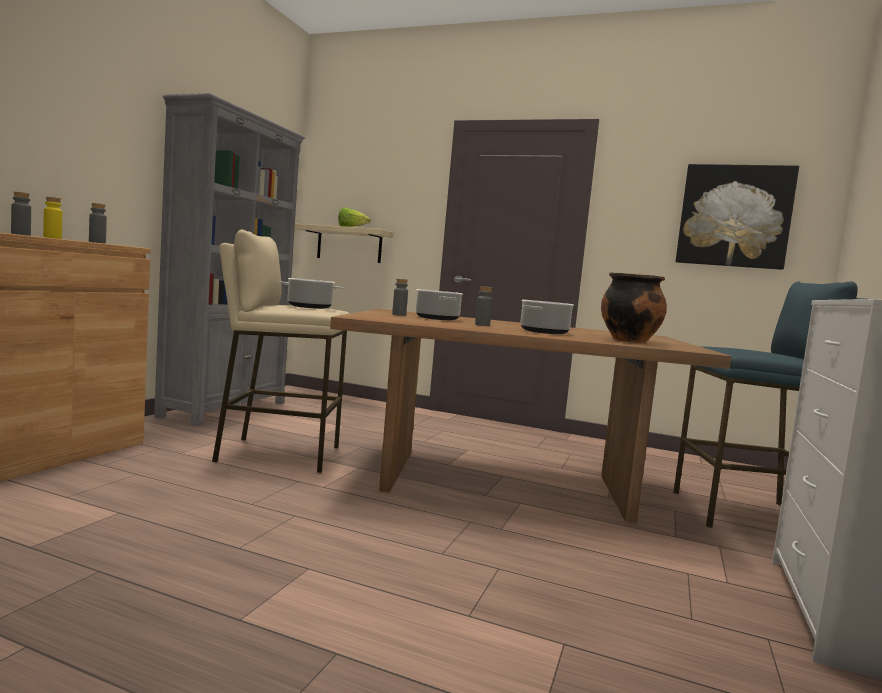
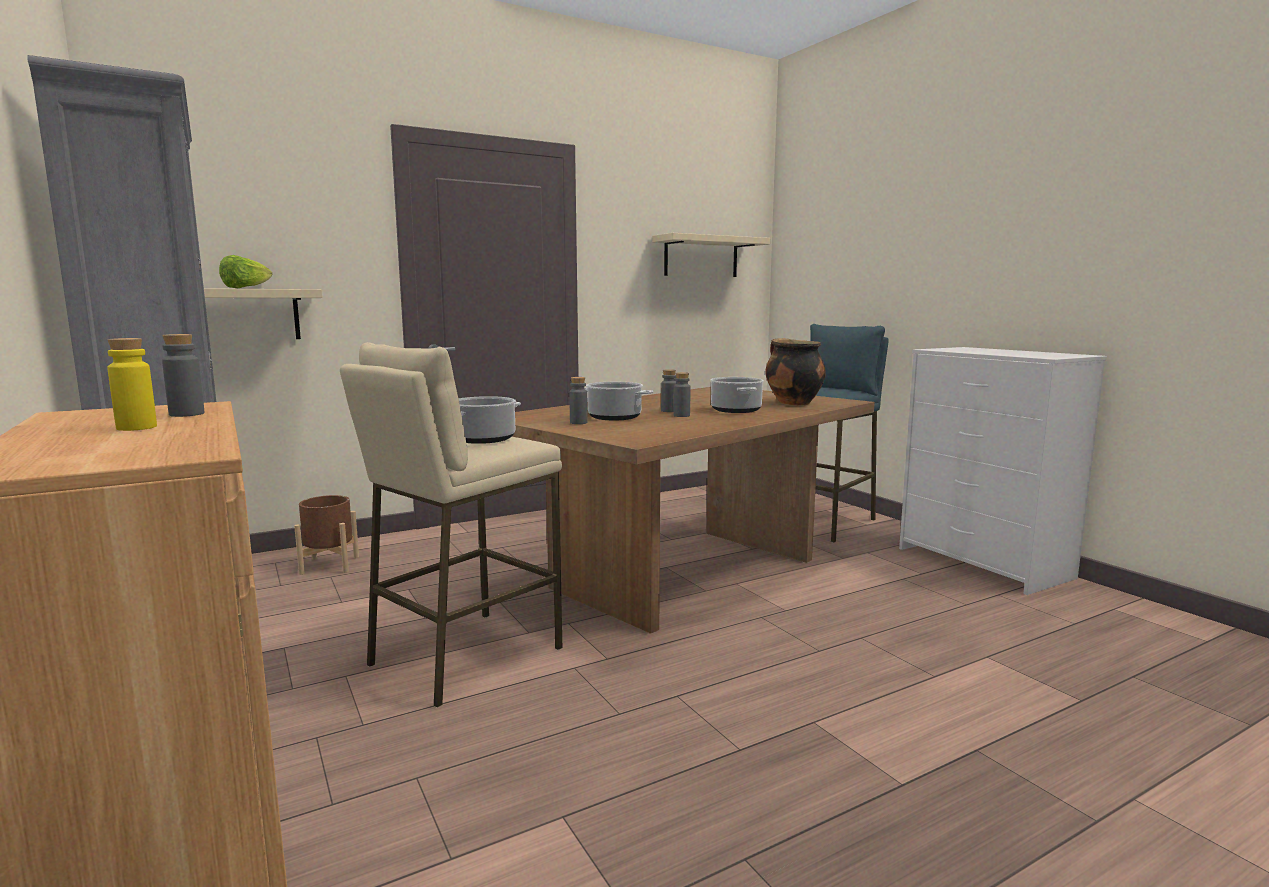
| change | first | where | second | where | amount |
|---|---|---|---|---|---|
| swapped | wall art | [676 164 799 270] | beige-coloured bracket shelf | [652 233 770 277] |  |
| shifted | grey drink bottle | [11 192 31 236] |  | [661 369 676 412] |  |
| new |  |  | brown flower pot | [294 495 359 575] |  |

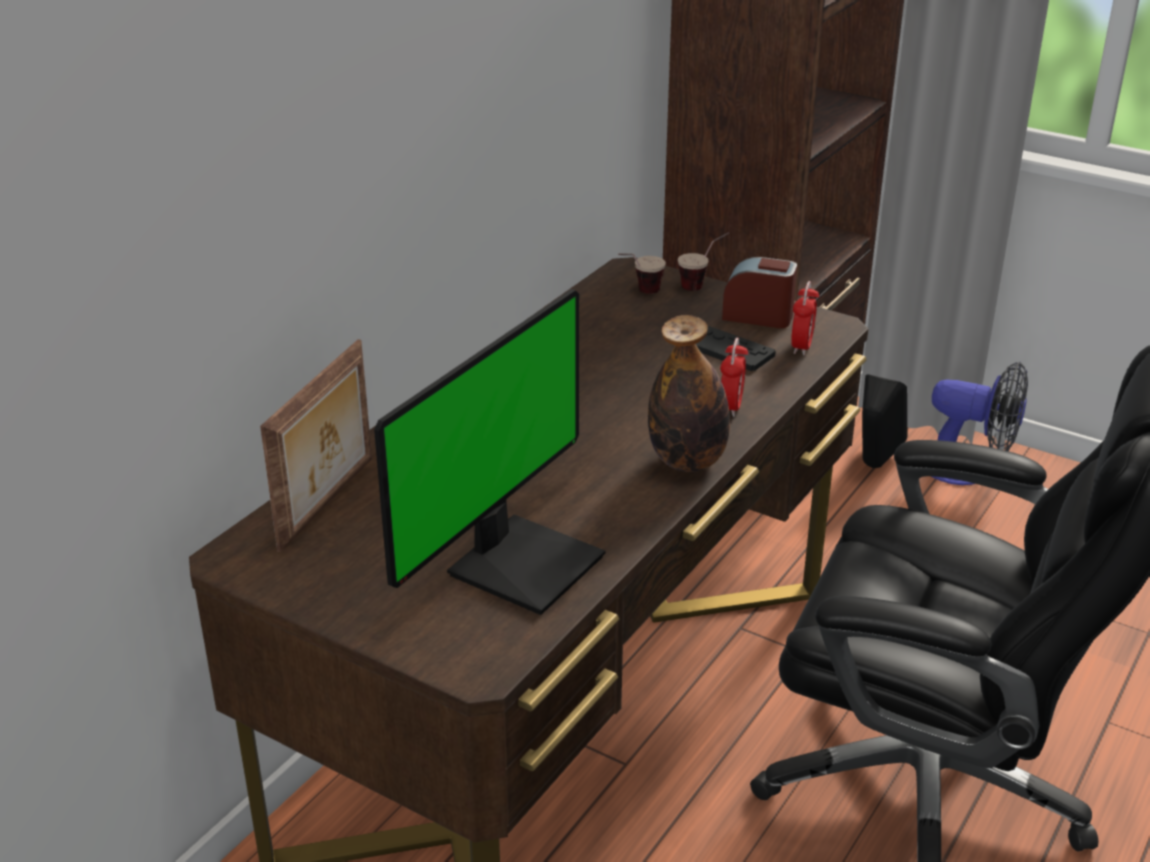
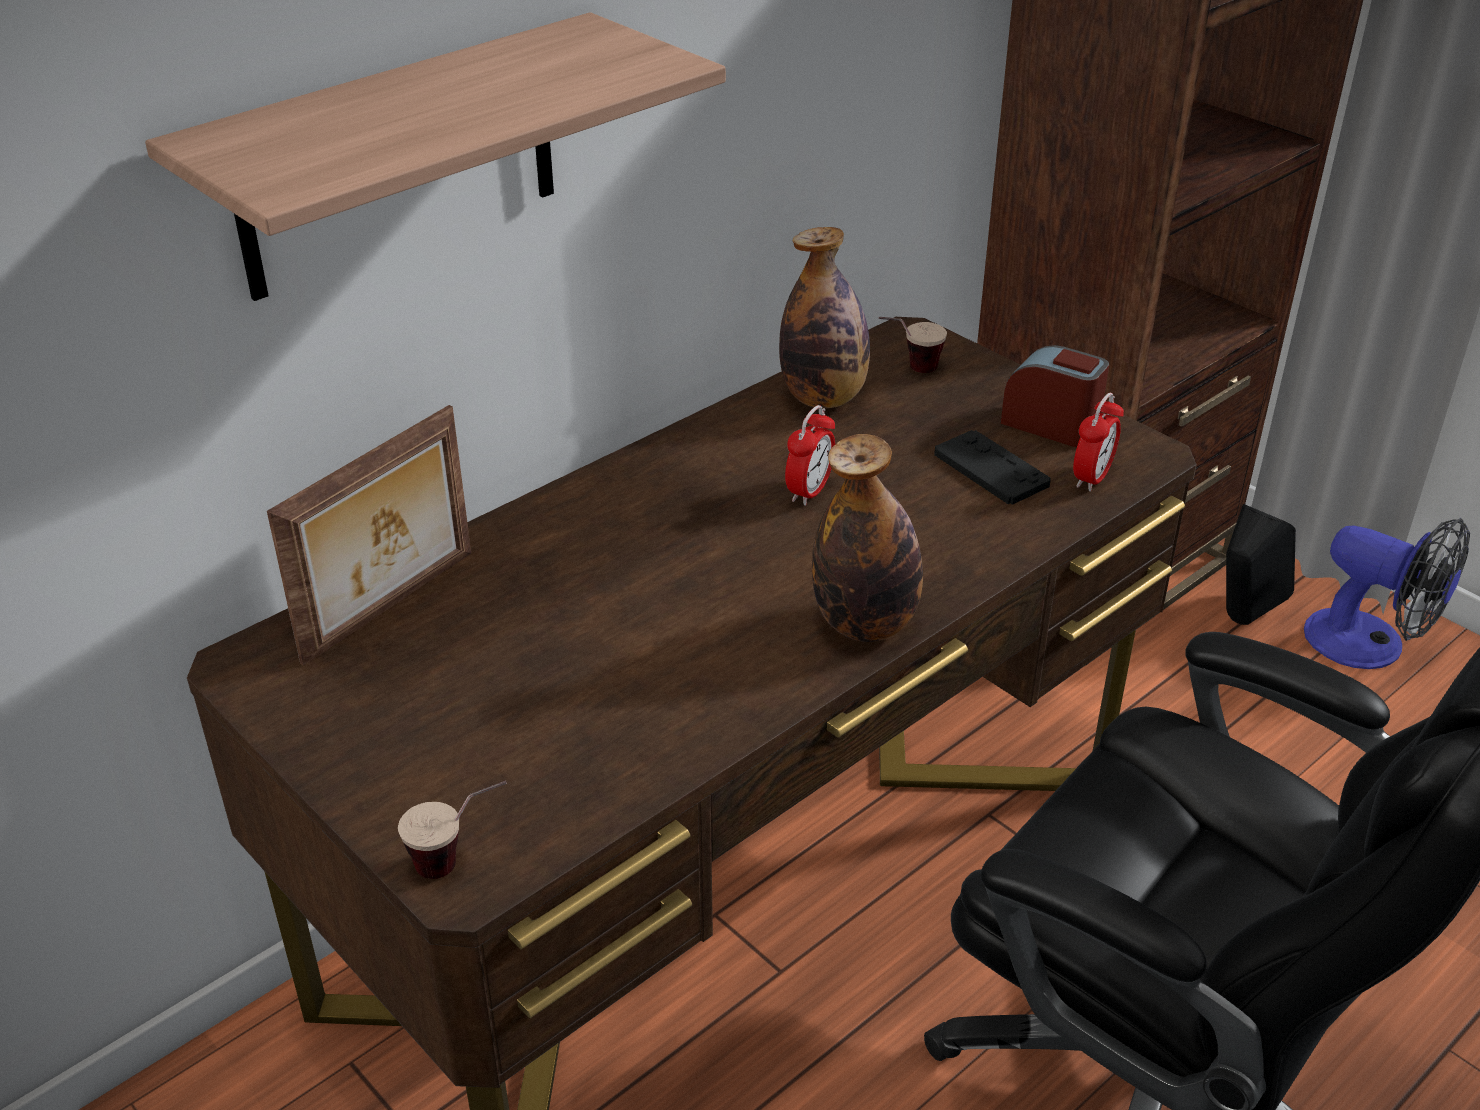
| change | first | where | second | where | amount |
|---|---|---|---|---|---|
| shifted | small cup | [678 232 729 291] |  | [398 781 507 879] |  |
| gone | computer screen | [374 289 605 615] |  |  |  |
| shifted | alarm clock | [720 338 748 417] |  | [785 405 835 506] |  |
| new |  |  | bracket shelf | [145 12 726 301] |  |
| new |  |  | drink bottle | [779 227 870 408] |  |

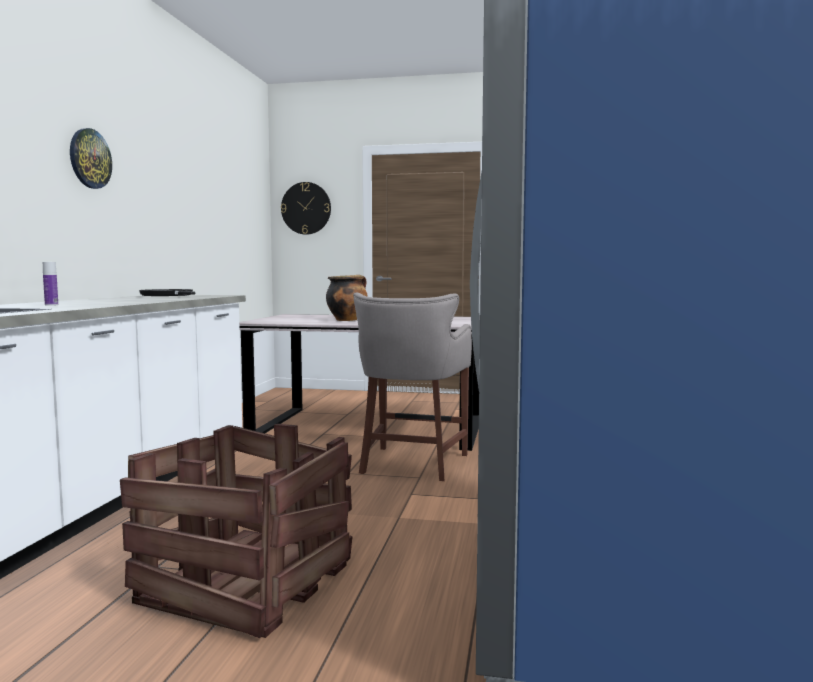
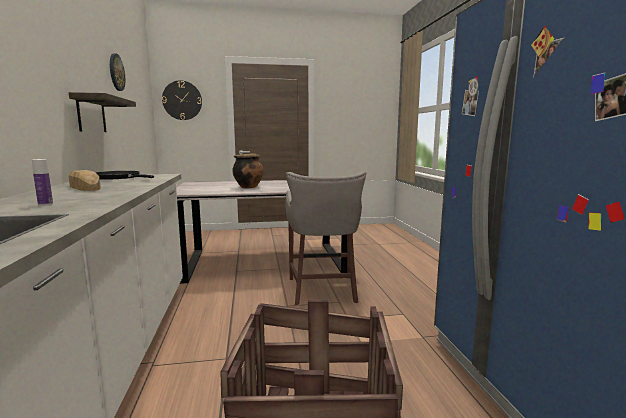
| change | first | where | second | where | amount |
|---|---|---|---|---|---|
| shifted | wall clock | [70 128 112 189] |  | [110 53 125 91] |  |
| new |  |  | bracket shelf | [69 92 136 132] |  |
| new |  |  | baked bread | [68 170 101 191] |  |

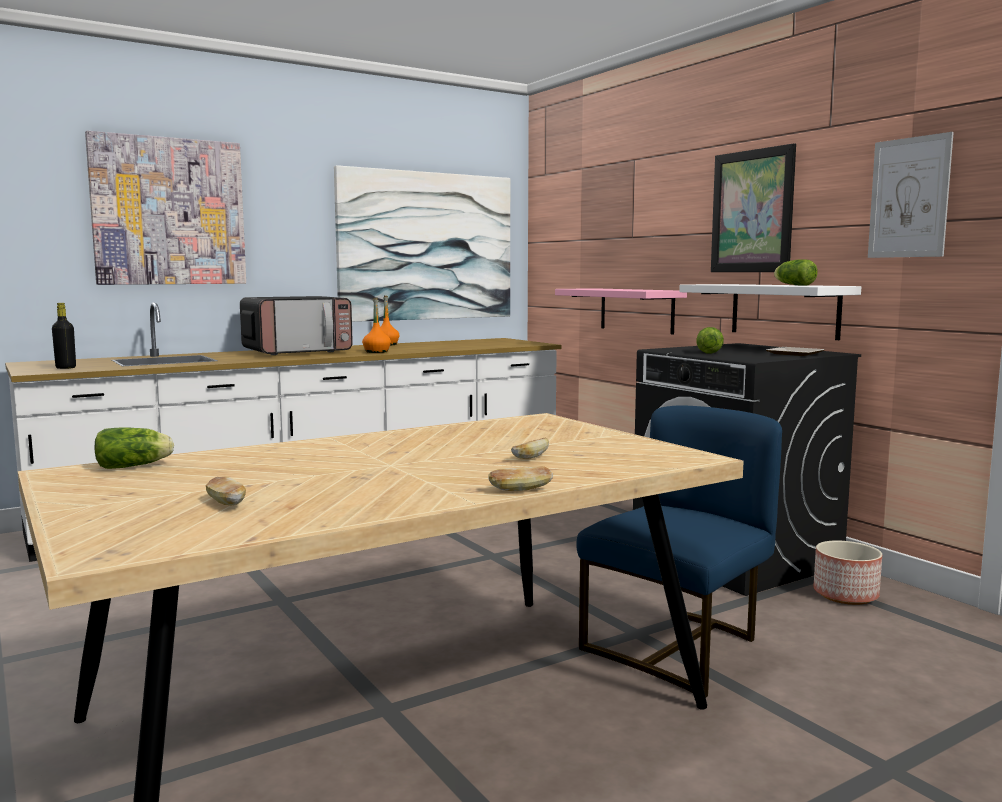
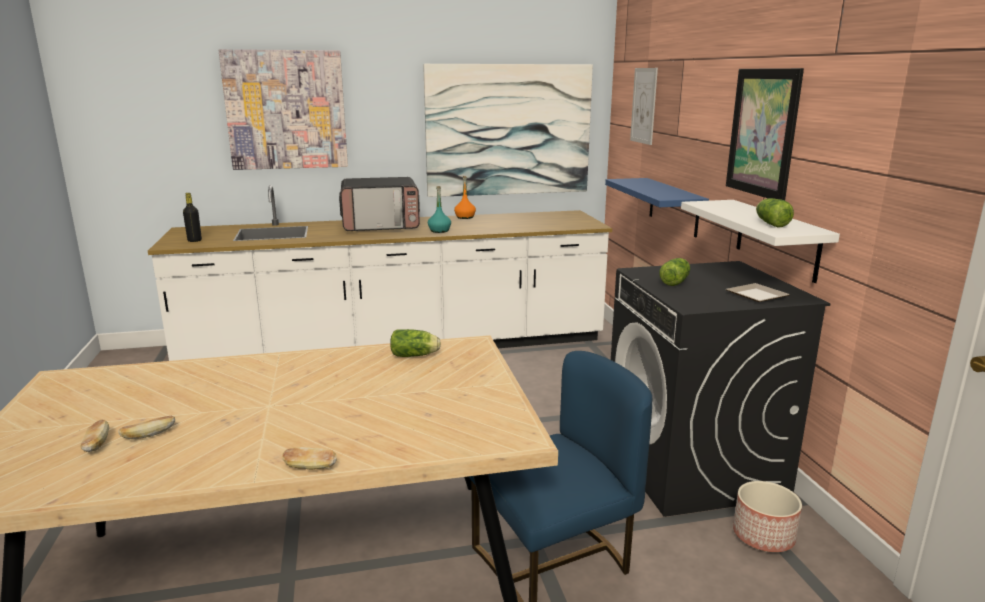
| change | first | where | second | where | amount |
|---|---|---|---|---|---|
| shifted | wall art | [868 132 954 258] |  | [630 68 658 145] |  |
| repainted | pink-coloured bracket shelf | [555 288 687 334] | bluish bracket shelf | [605 178 709 237] |  |
| repainted | orange drink bottle | [362 298 391 353] | turquoise drink bottle | [428 186 451 233] |  |
| shifted | head of lettuce | [94 427 174 469] |  | [390 329 441 357] |  |
| shifted | baked bread | [511 438 549 459] |  | [118 415 175 439] |  |

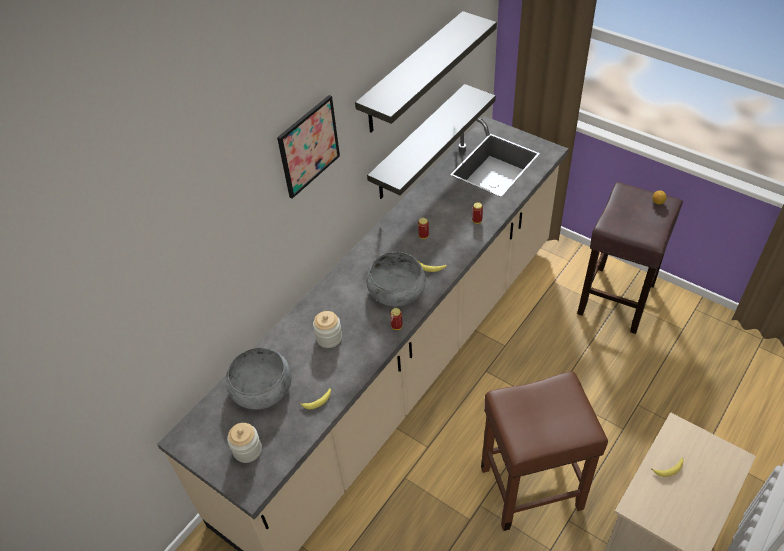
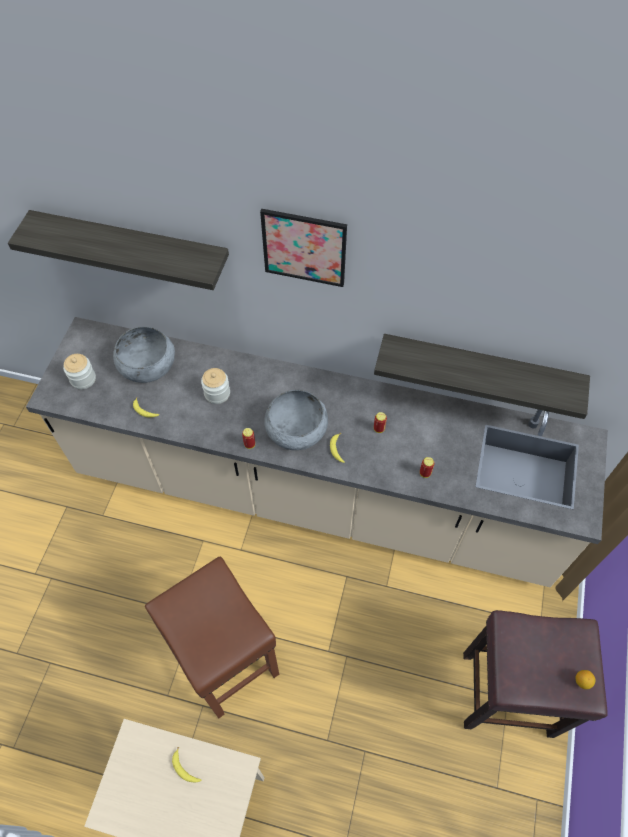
| change | first | where | second | where | amount |
|---|---|---|---|---|---|
| shifted | bracket shelf | [355 11 497 133] |  | [8 210 229 290] |  |

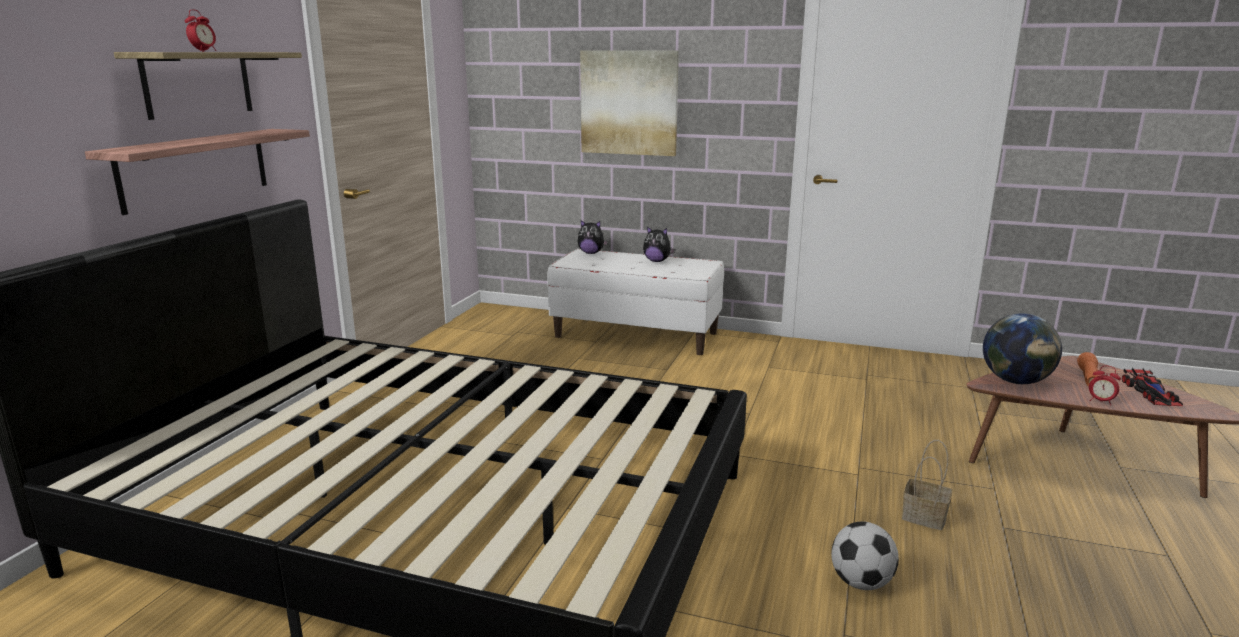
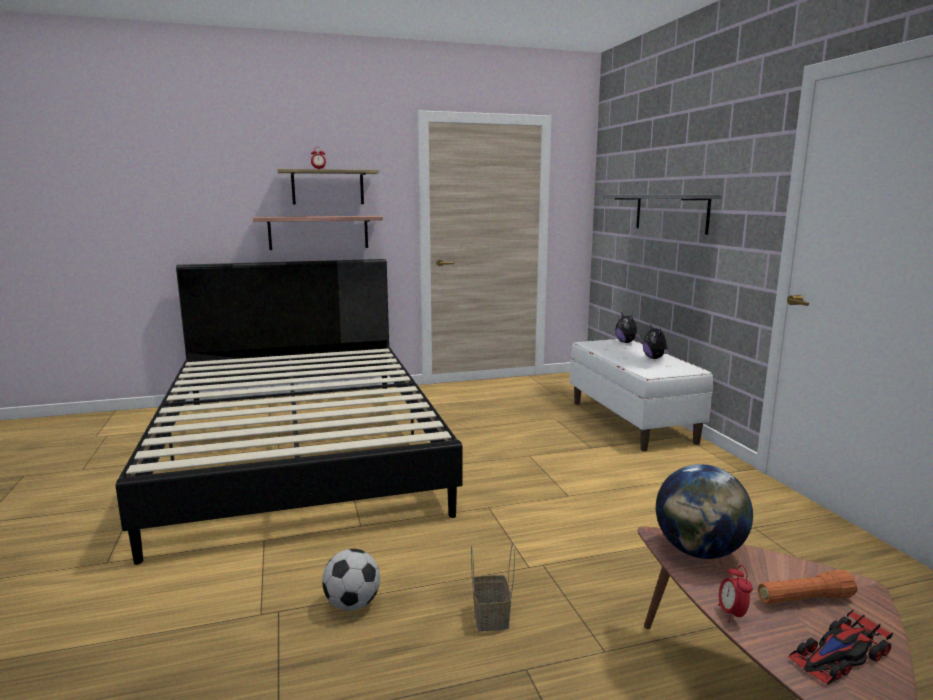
| change | first | where | second | where | amount |
|---|---|---|---|---|---|
| swapped | wall art | [580 50 679 156] | grey bracket shelf | [603 194 721 235] |  |

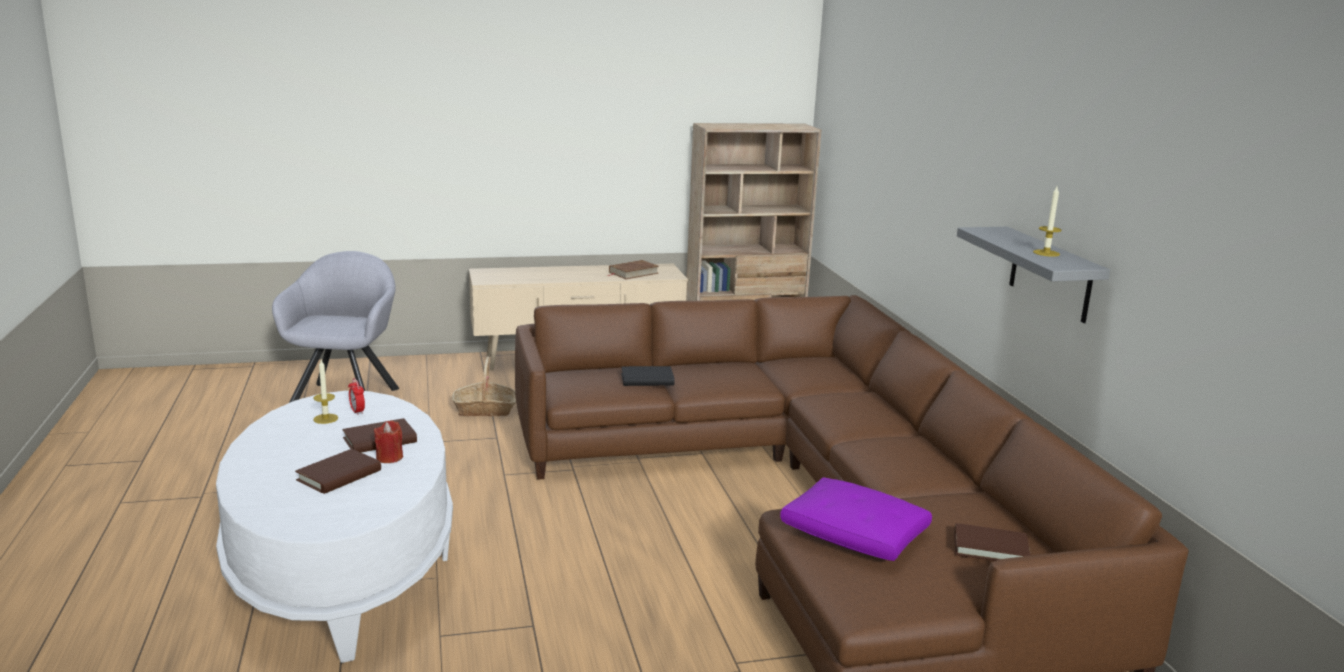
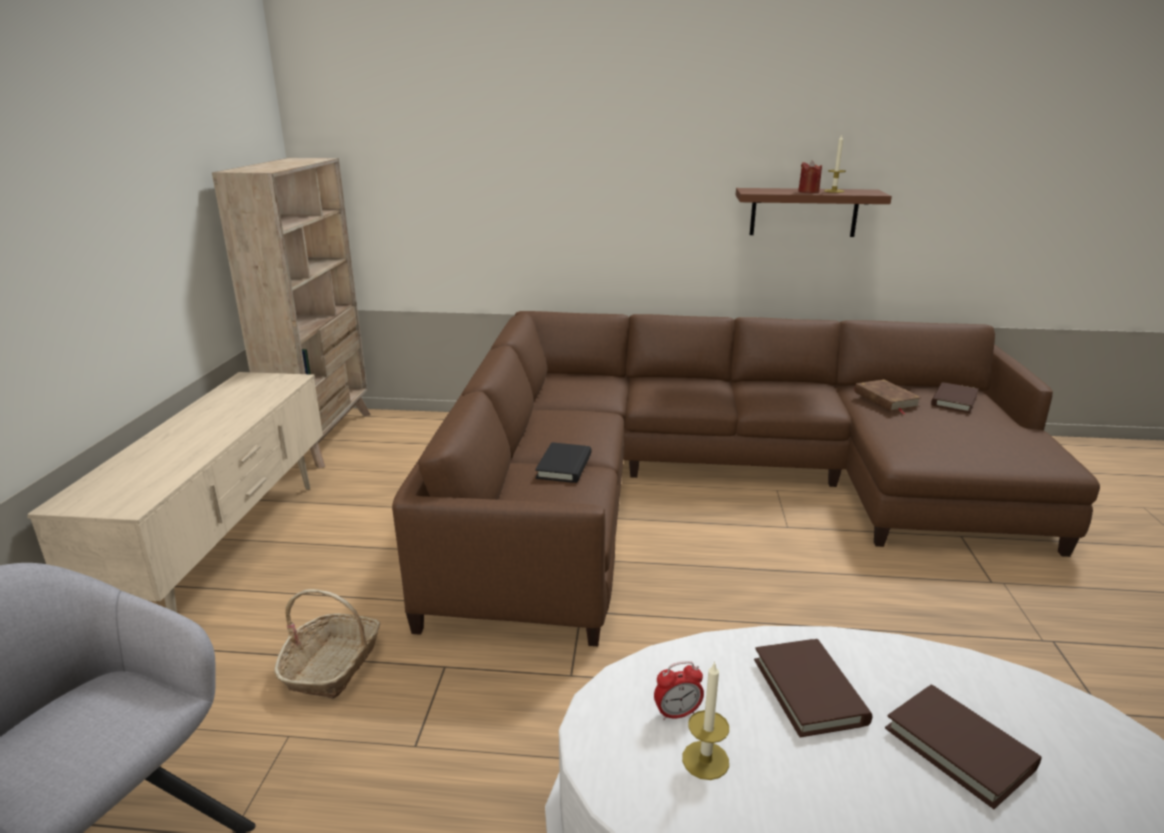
| change | first | where | second | where | amount |
|---|---|---|---|---|---|
| repainted | grey bracket shelf | [957 227 1110 323] | brown bracket shelf | [736 188 892 237] |  |
| shifted | brown bound book | [607 260 658 279] |  | [854 379 922 414] |  |
| shifted | red-coloured candle | [374 421 403 463] |  | [798 160 822 193] |  |
| gone | purple throw pillow | [780 478 932 561] |  |  |  |

